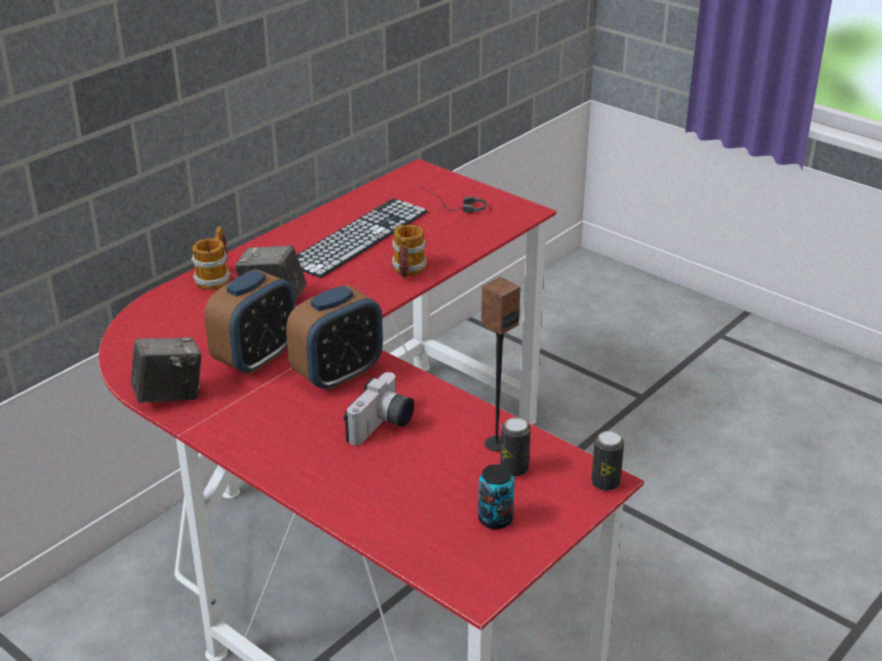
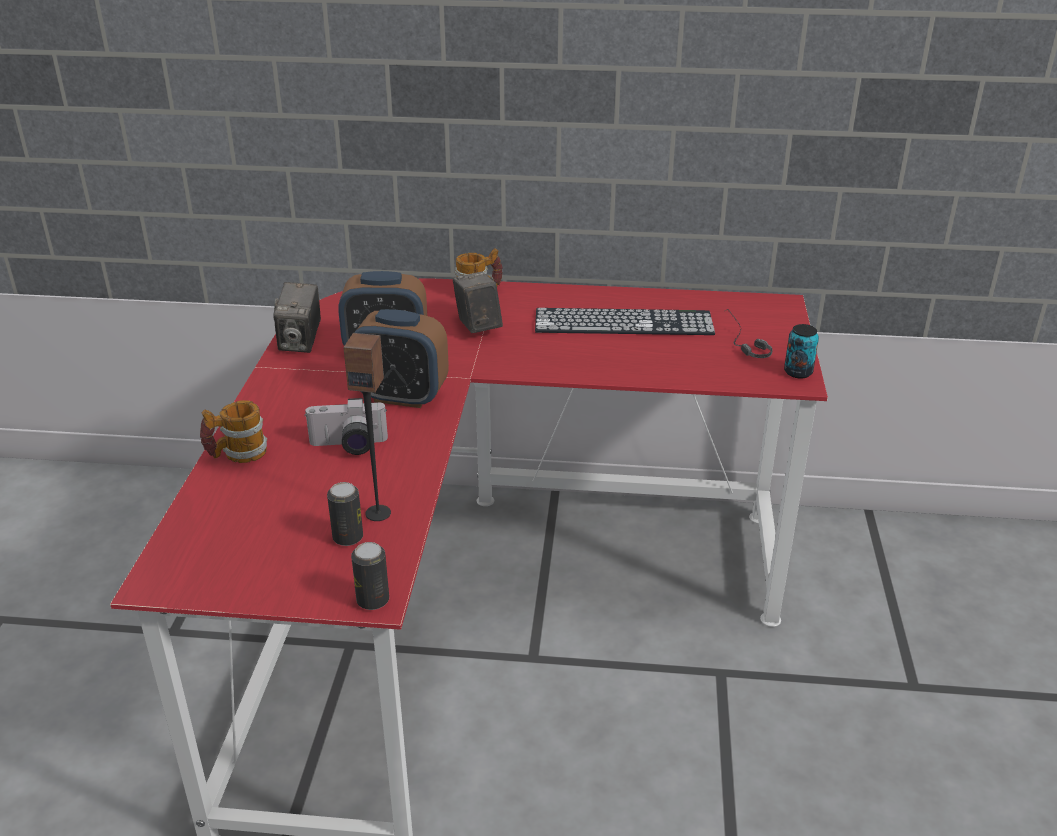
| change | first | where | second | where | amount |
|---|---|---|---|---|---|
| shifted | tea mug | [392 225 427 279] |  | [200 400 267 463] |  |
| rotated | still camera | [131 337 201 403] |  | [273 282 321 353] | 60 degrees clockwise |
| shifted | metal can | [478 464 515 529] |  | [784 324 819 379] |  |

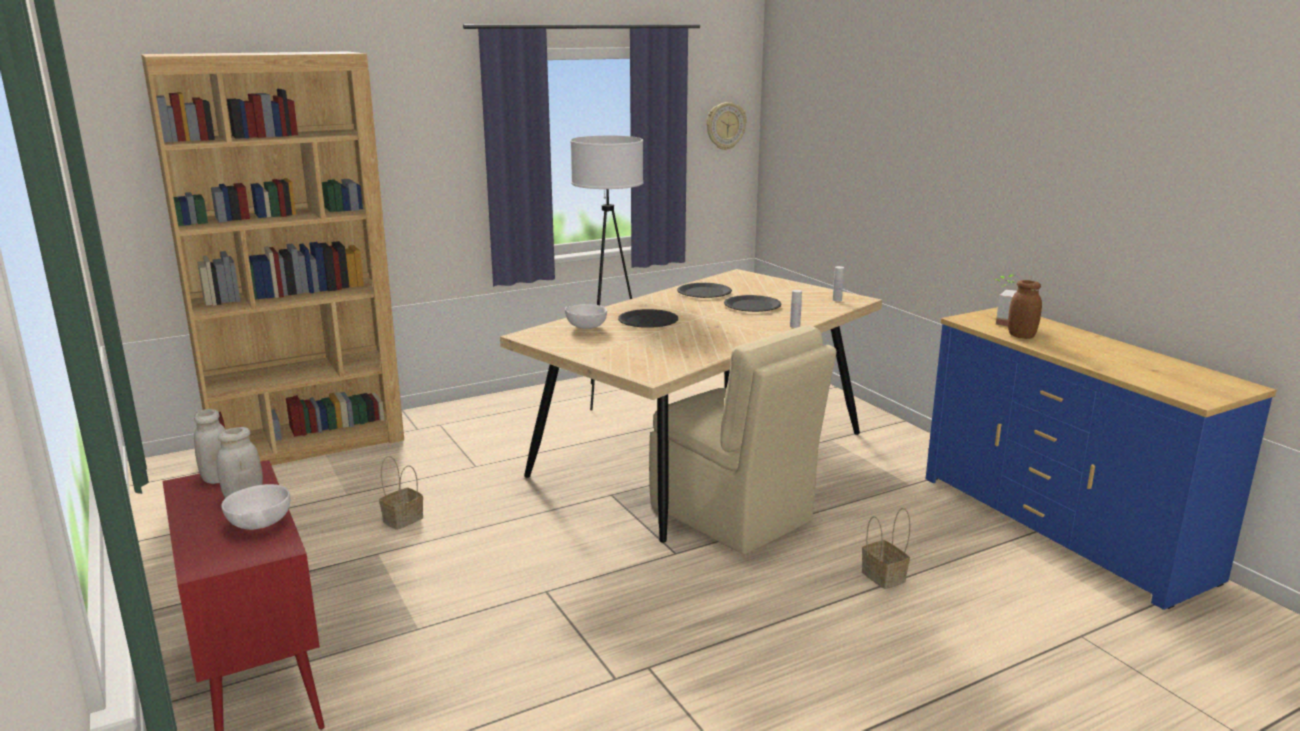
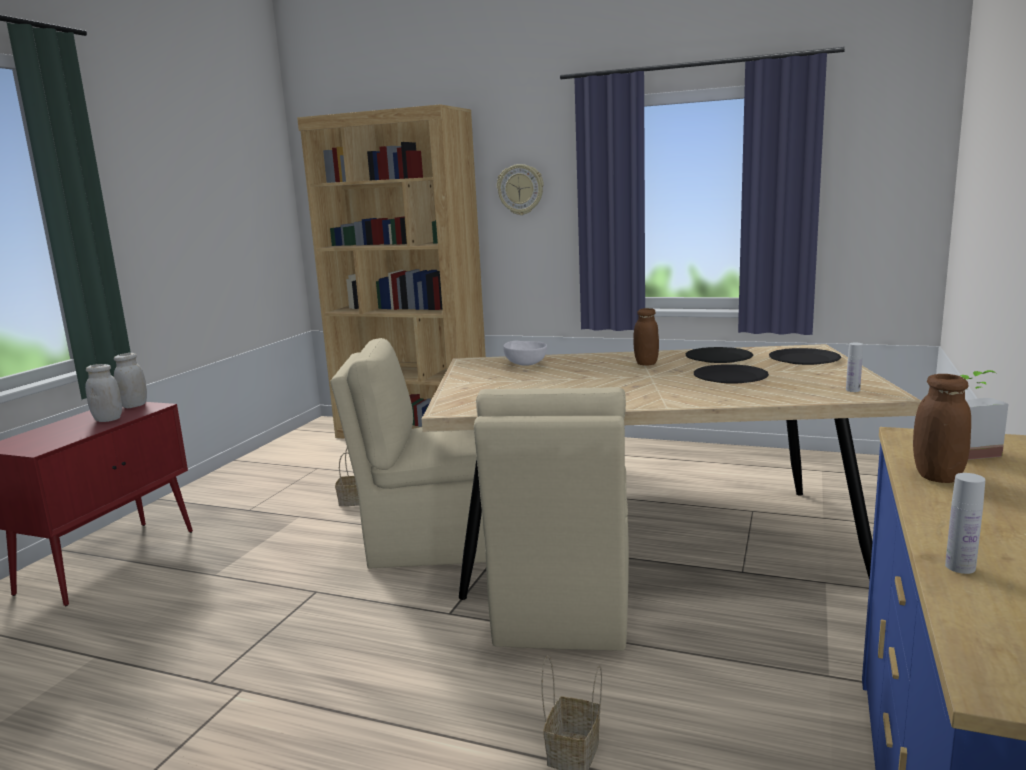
| change | first | where | second | where | amount |
|---|---|---|---|---|---|
| shifted | wall clock | [707 102 746 150] |  | [497 164 544 215] |  |
| gone | white-coloured standard lamp | [570 135 643 410] |  |  |  |
| shifted | white-coloured drink bottle | [790 290 802 328] |  | [945 473 985 574] |  |
| shifted | black plate | [618 309 678 328] |  | [769 348 841 365] |  |
| gone | white-coloured deep dish | [221 484 290 530] |  |  |  |
| new |  |  | brown jar | [633 308 659 366] |  |
| new |  |  | beige-coloured chair | [330 338 486 569] |  |

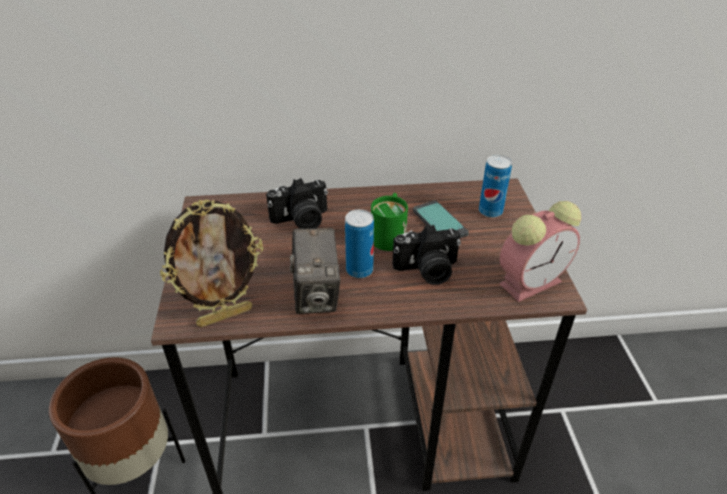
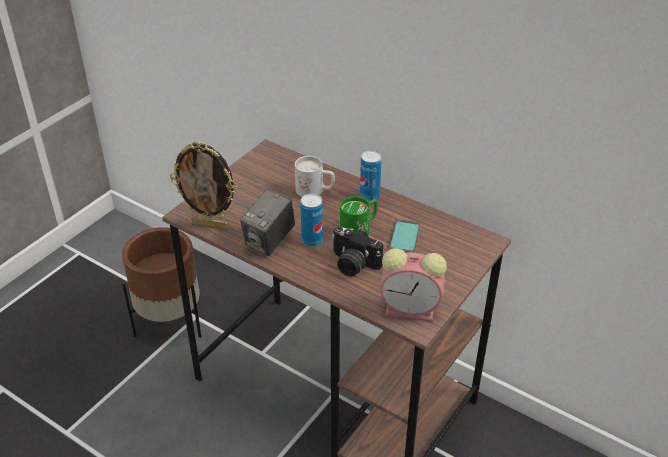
| change | first | where | second | where | amount |
|---|---|---|---|---|---|
| shifted | metal can | [479 155 512 218] |  | [360 150 382 201] |  |
| swapped | still camera | [266 178 328 229] | white-coloured tea mug | [295 156 335 197] |  |

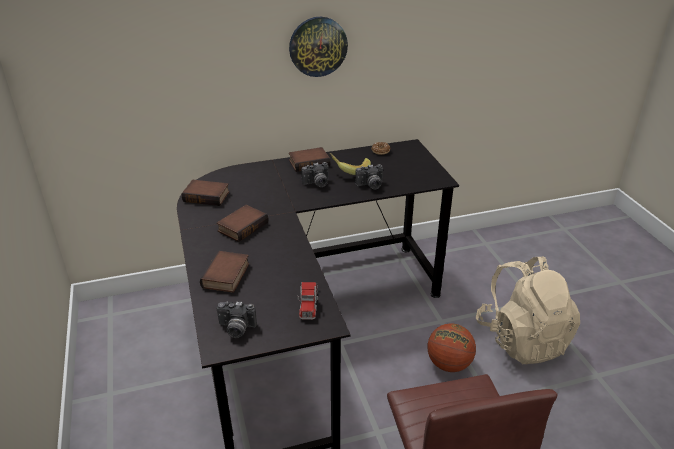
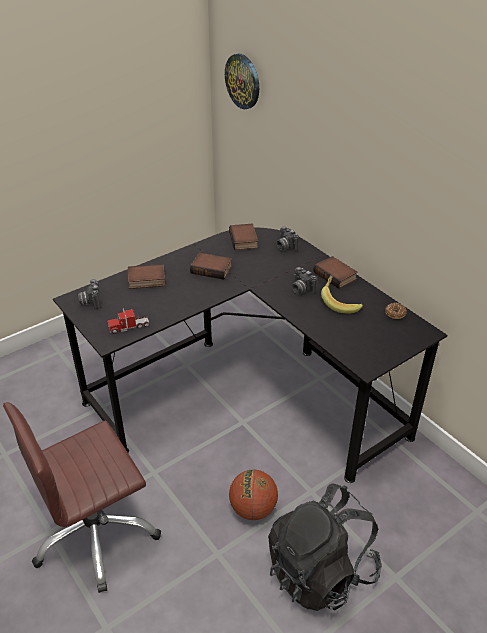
| change | first | where | second | where | amount |
|---|---|---|---|---|---|
| shifted | wall clock | [289 17 348 77] |  | [225 54 259 109] |  |
| shifted | still camera | [355 164 383 189] |  | [276 226 299 251] |  |
| repainted | beige-coloured rucksack | [476 256 580 364] | black rucksack | [268 483 382 611] |  |

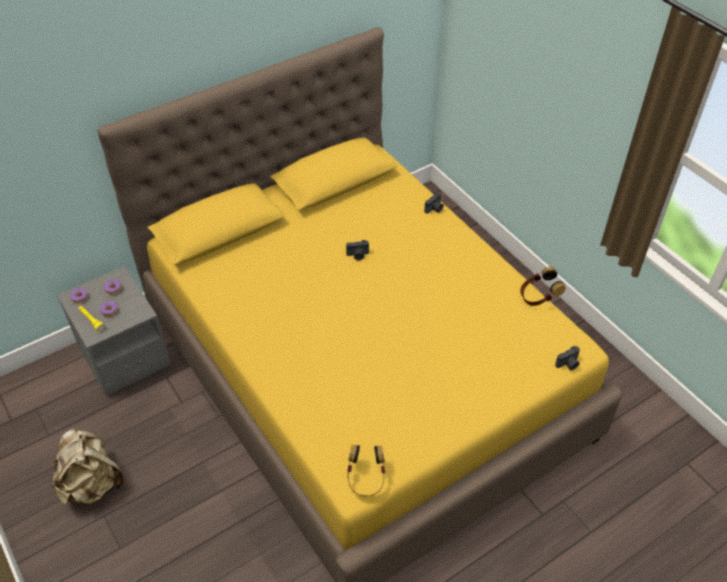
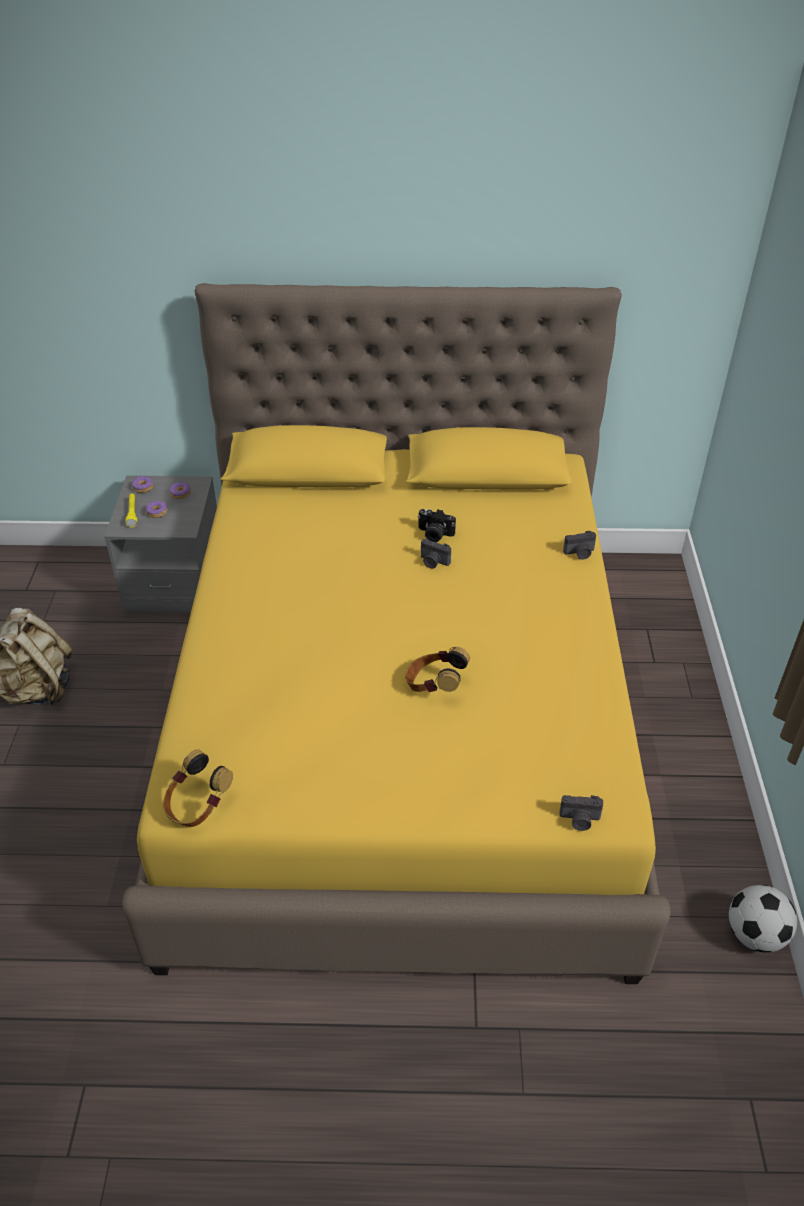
| change | first | where | second | where | amount |
|---|---|---|---|---|---|
| shifted | pair of headphones | [520 267 566 306] |  | [405 647 470 692] |  |
| new |  |  | still camera | [417 509 456 542] |  |
| new |  |  | football ball | [729 885 797 953] |  |

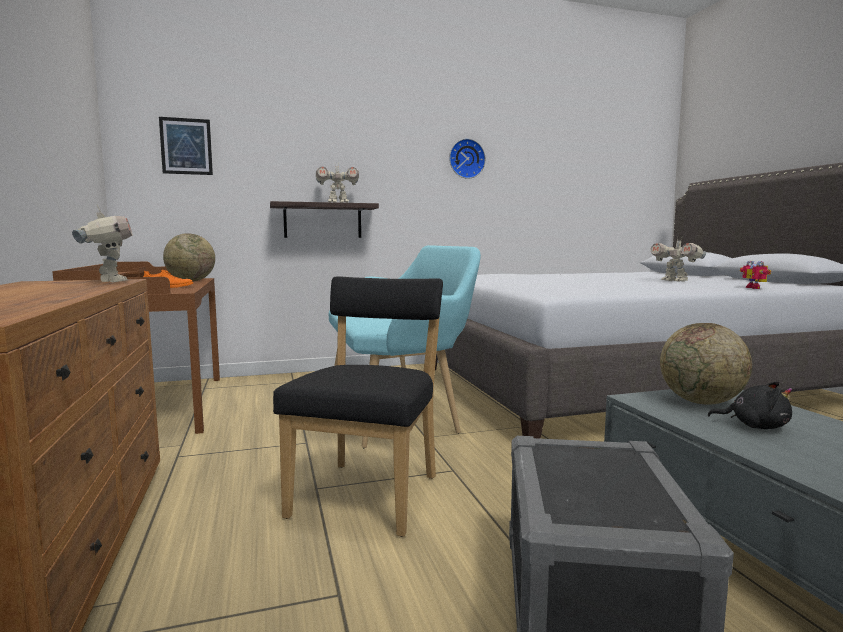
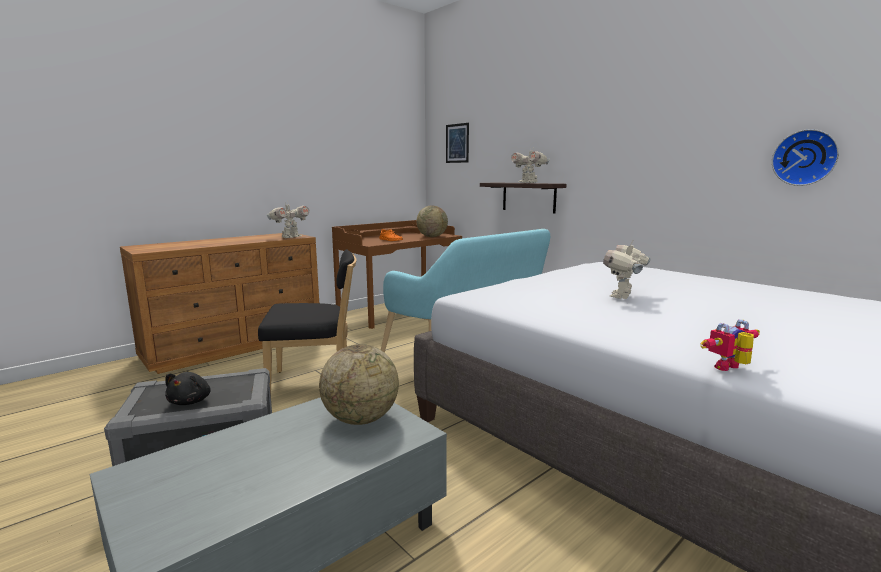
| change | first | where | second | where | amount |
|---|---|---|---|---|---|
| shifted | wall clock | [449 139 486 179] |  | [772 129 839 186] |  |
| shifted | toy robot | [650 236 706 282] |  | [603 239 651 299] |  |
| shifted | black cuddly toy | [708 381 792 429] |  | [165 372 211 405] |  |

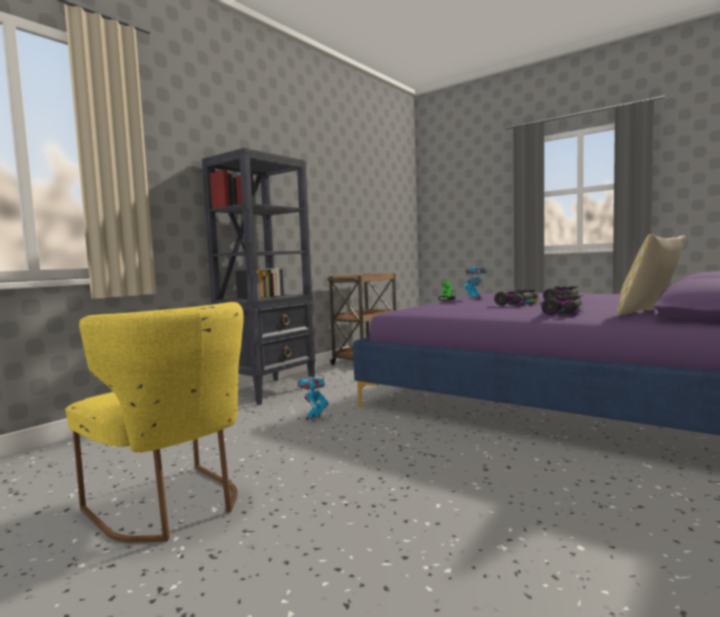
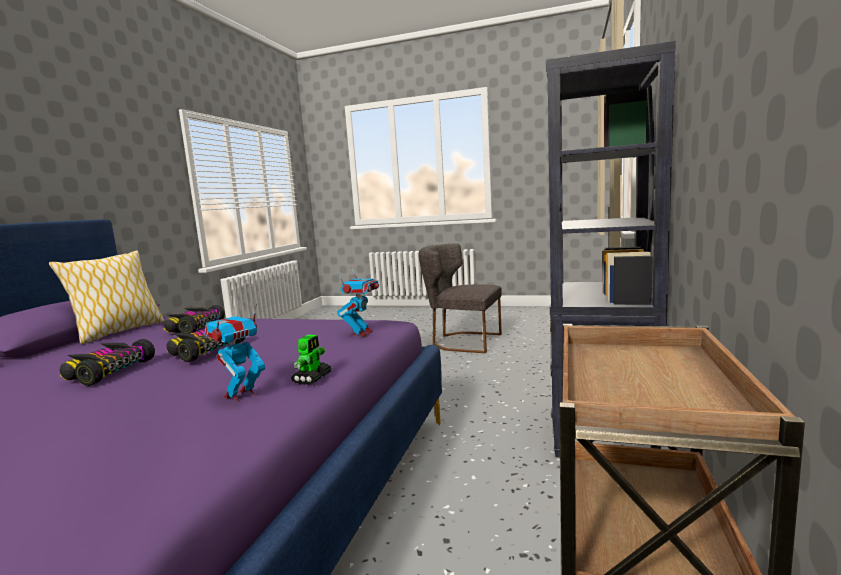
| change | first | where | second | where | amount |
|---|---|---|---|---|---|
| repainted | yellow-coloured chair | [65 302 244 543] | grey chair | [419 243 502 353] |  |
| shifted | toy robot | [297 371 328 421] |  | [336 267 379 337] |  |

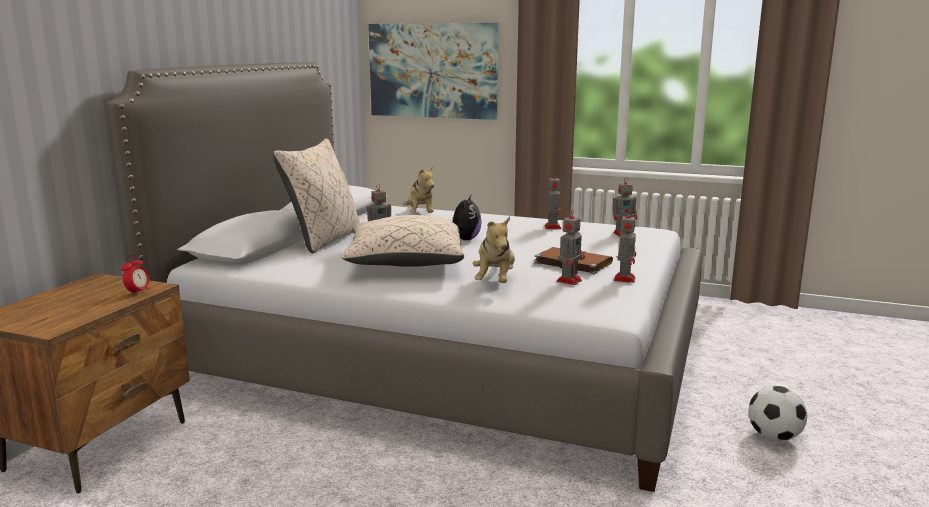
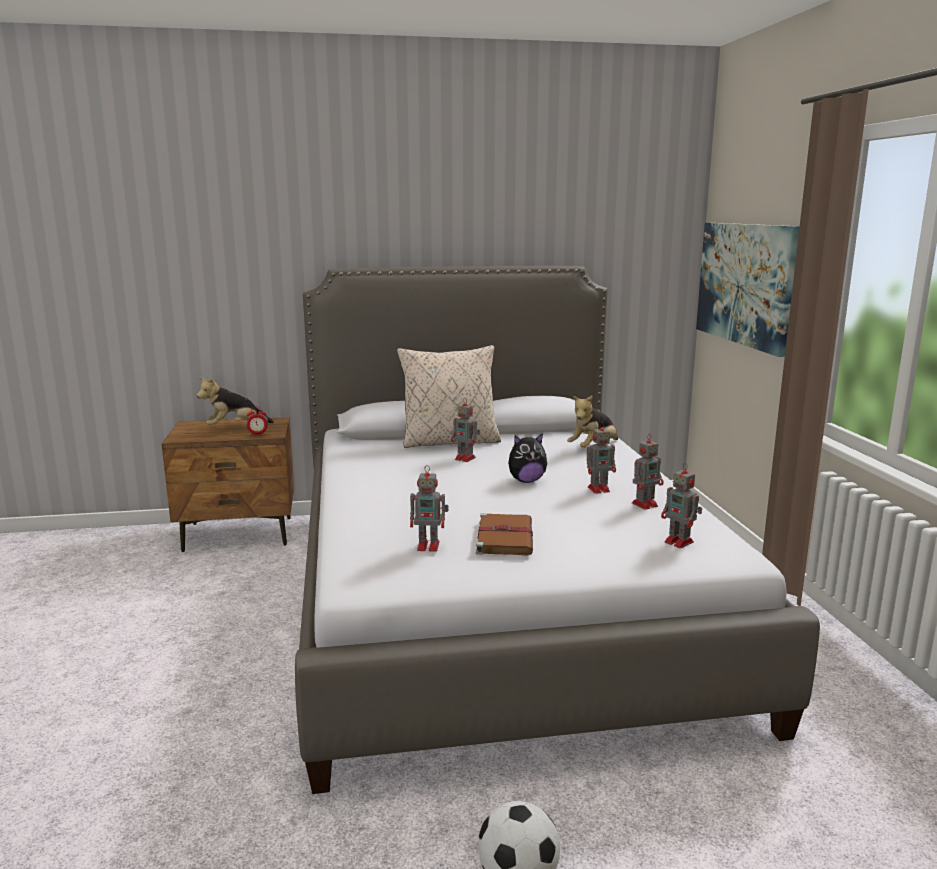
| change | first | where | second | where | amount |
|---|---|---|---|---|---|
| shifted | toy robot | [614 209 636 283] |  | [587 422 616 494] |  |
| gone | beige-coloured throw pillow | [341 215 464 267] |  |  |  |
| shifted | cuddly toy | [473 217 515 283] |  | [197 377 274 425] |  |

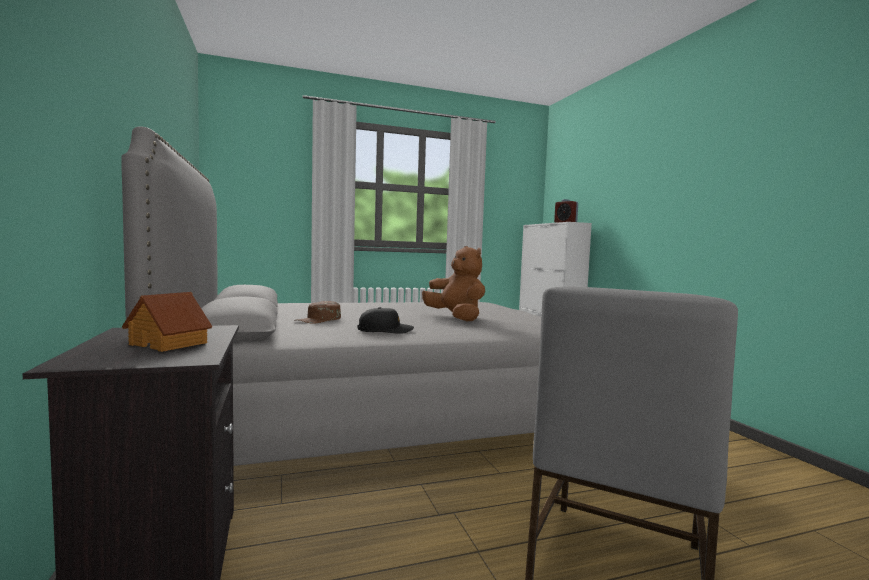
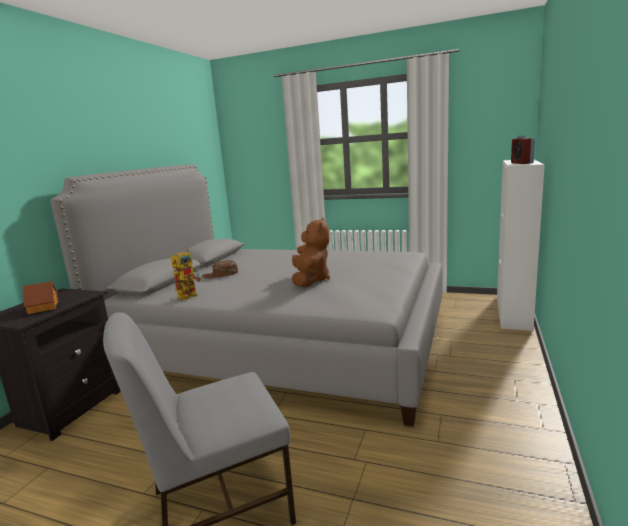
| change | first | where | second | where | amount |
|---|---|---|---|---|---|
| gone | black baseball cap | [358 307 414 334] |  |  |  |
| new |  |  | toy robot | [171 249 201 300] |  |

